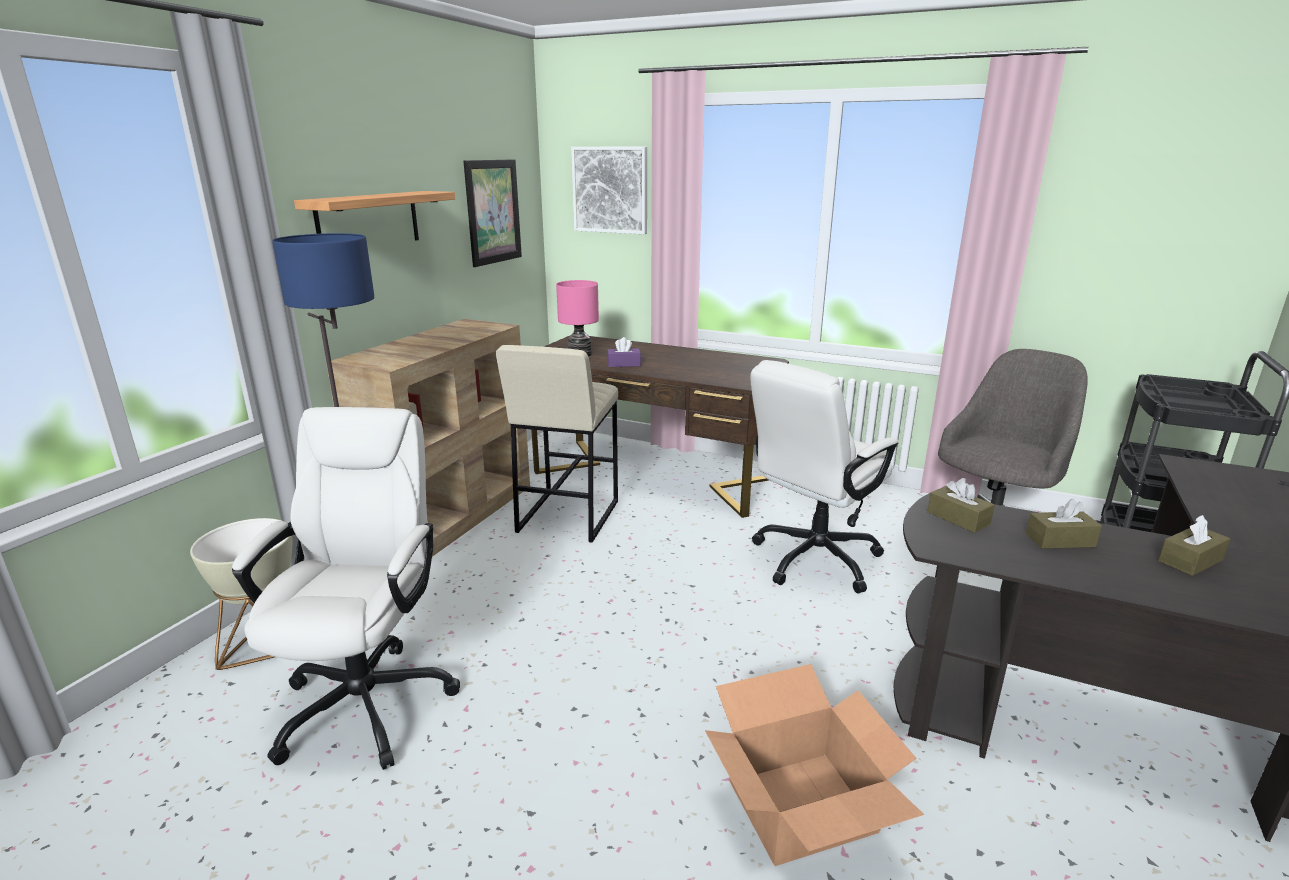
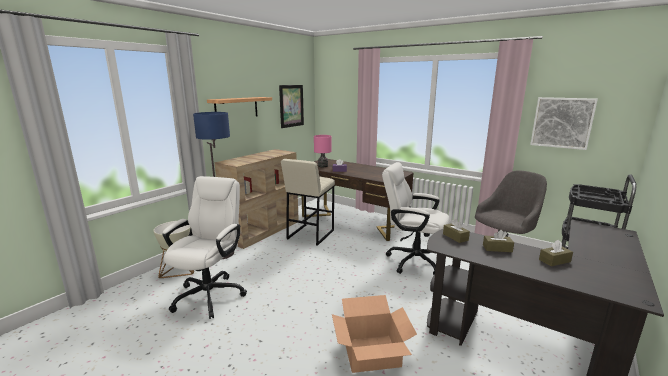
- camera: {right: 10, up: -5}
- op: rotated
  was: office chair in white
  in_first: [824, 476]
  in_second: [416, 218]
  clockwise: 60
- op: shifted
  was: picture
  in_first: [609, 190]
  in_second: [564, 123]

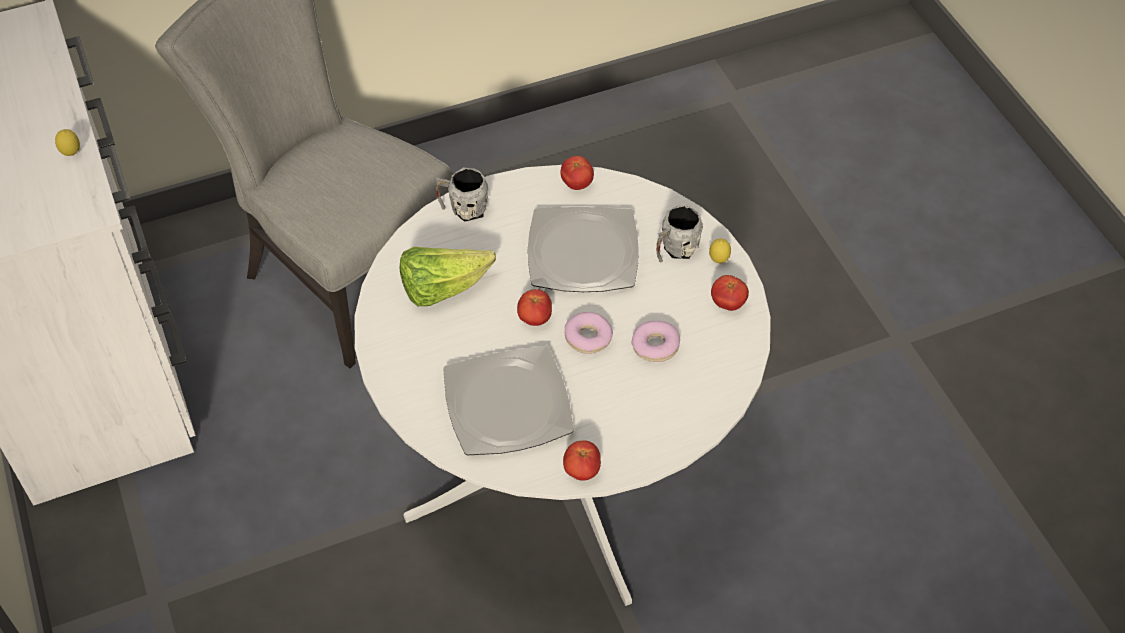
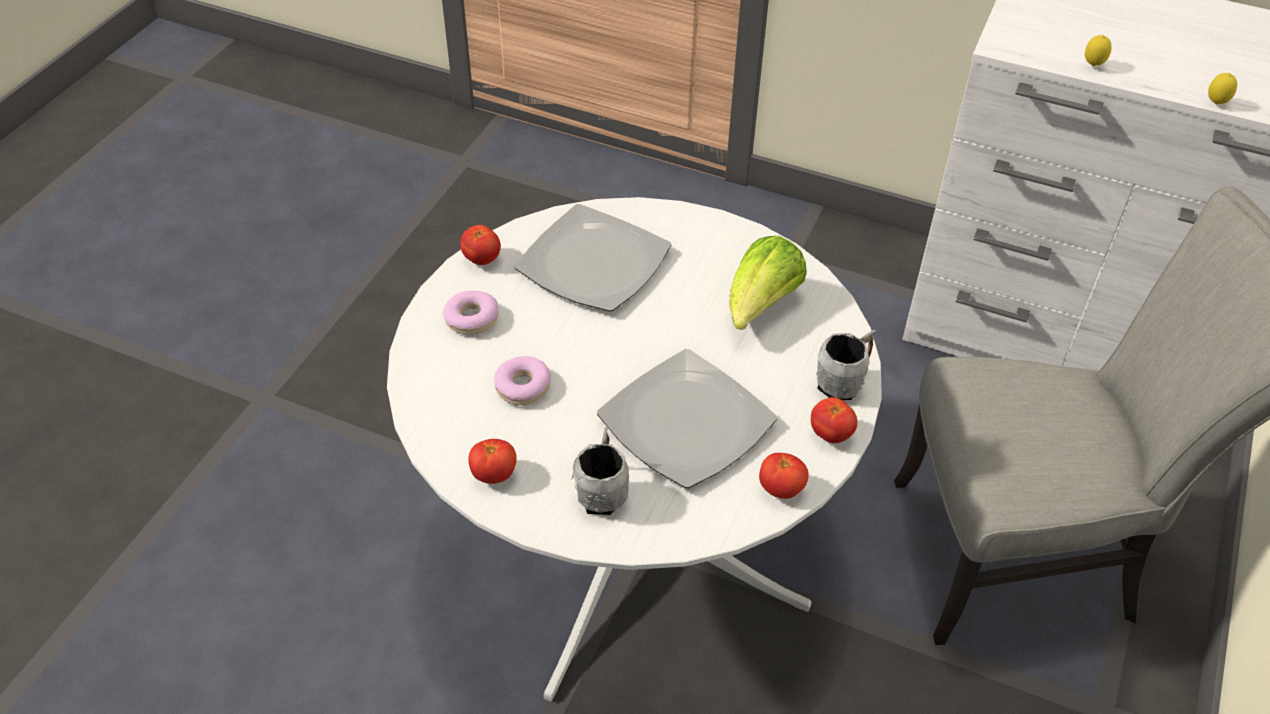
- camera: {right: 135, up: -5}
- op: shifted
  was: donut
  in_first: [589, 333]
  in_second: [471, 313]
- op: shifted
  was: tomato
  in_first: [534, 307]
  in_second: [834, 420]
- op: shifted
  was: lemon
  in_first: [720, 250]
  in_second: [1222, 88]

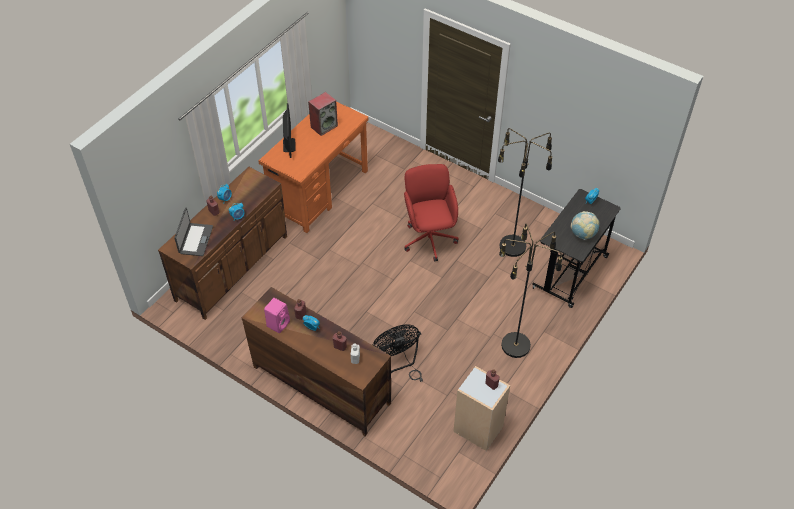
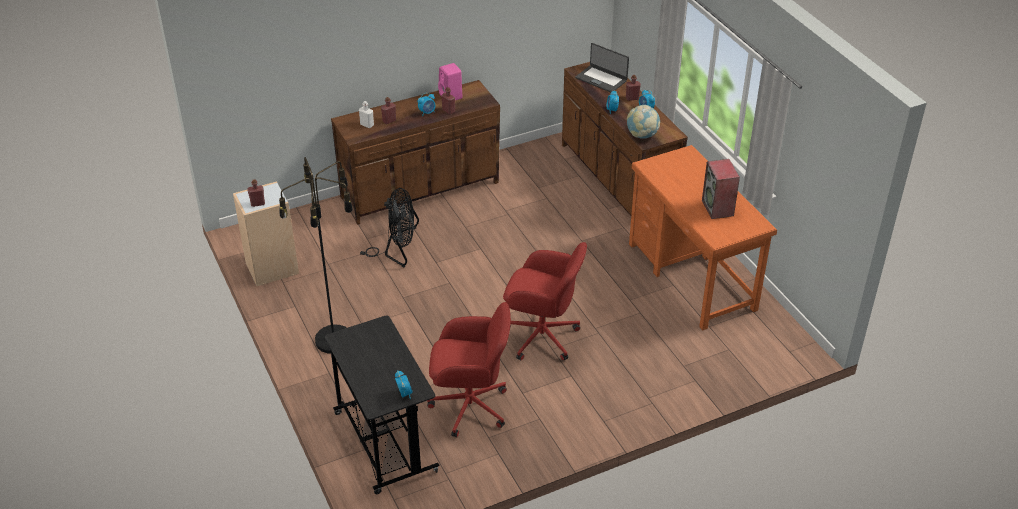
- camera: {right: 120, up: -10}
- op: swapped
  was: floor lamp
  now: office chair in red
  in_first: [525, 192]
  in_second: [469, 369]
- op: shifted
  was: globe
  in_first: [585, 225]
  in_second: [643, 122]
- op: gone
  was: monitor
  in_first: [289, 130]

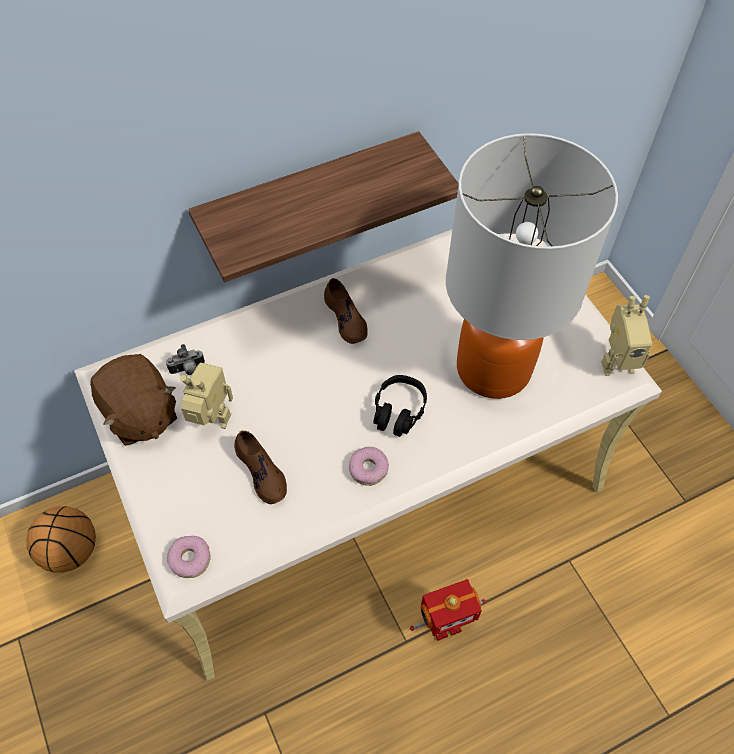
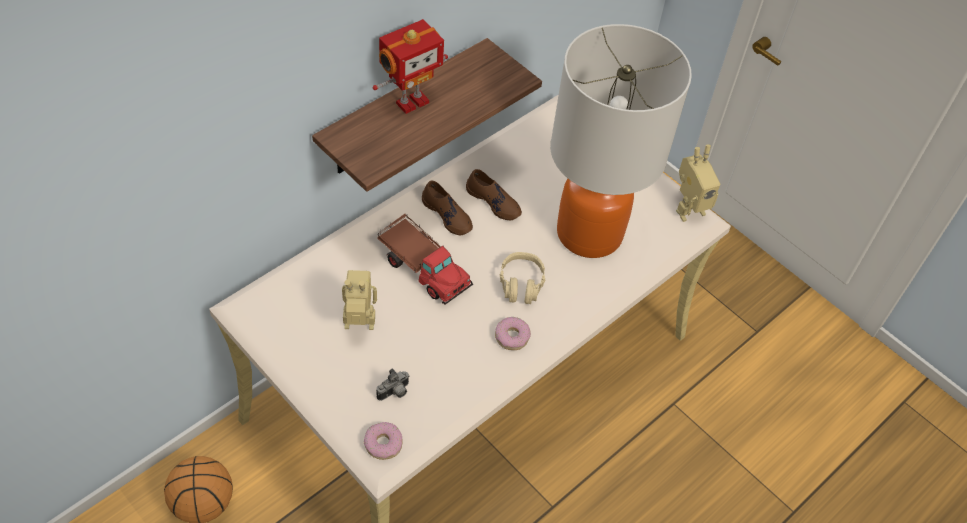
- camera: {right: -20, up: -5}
- op: shifted
  was: toy robot
  in_first: [448, 610]
  in_second: [410, 66]
- op: shifted
  was: photo camera
  in_first: [185, 359]
  in_second: [393, 385]
- op: new
  now: toy truck
  in_second: [425, 259]
- op: shifted
  was: shoe in brown
  in_first: [260, 467]
  in_second: [494, 194]
- op: repainted
  was: headphones in black
  now: headphones in beige
  in_first: [400, 406]
  in_second: [522, 278]
- op: gone
  was: plush toy in brown
  in_first: [133, 400]

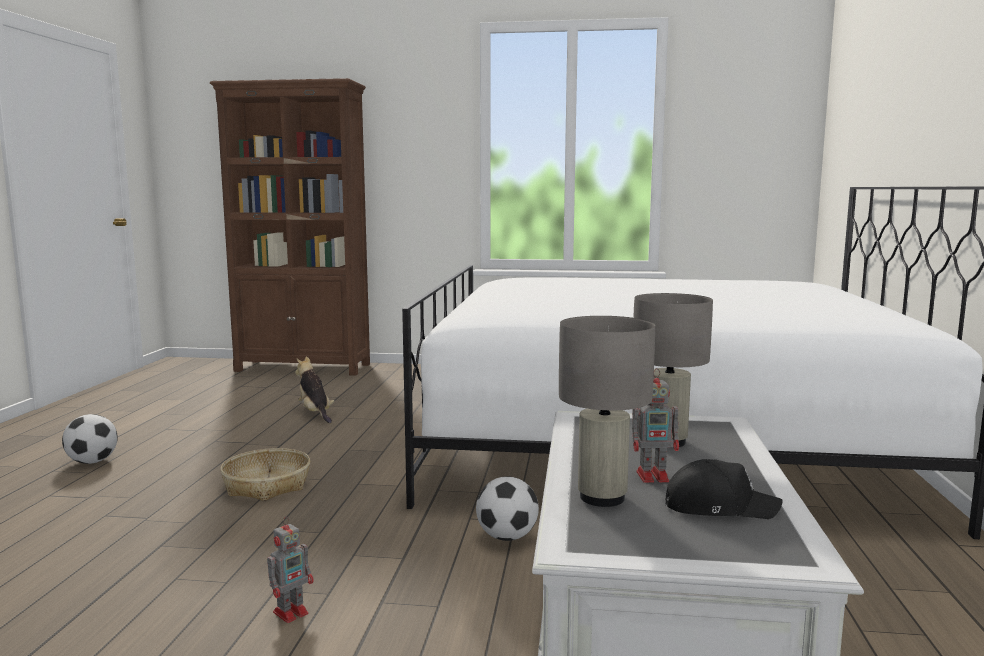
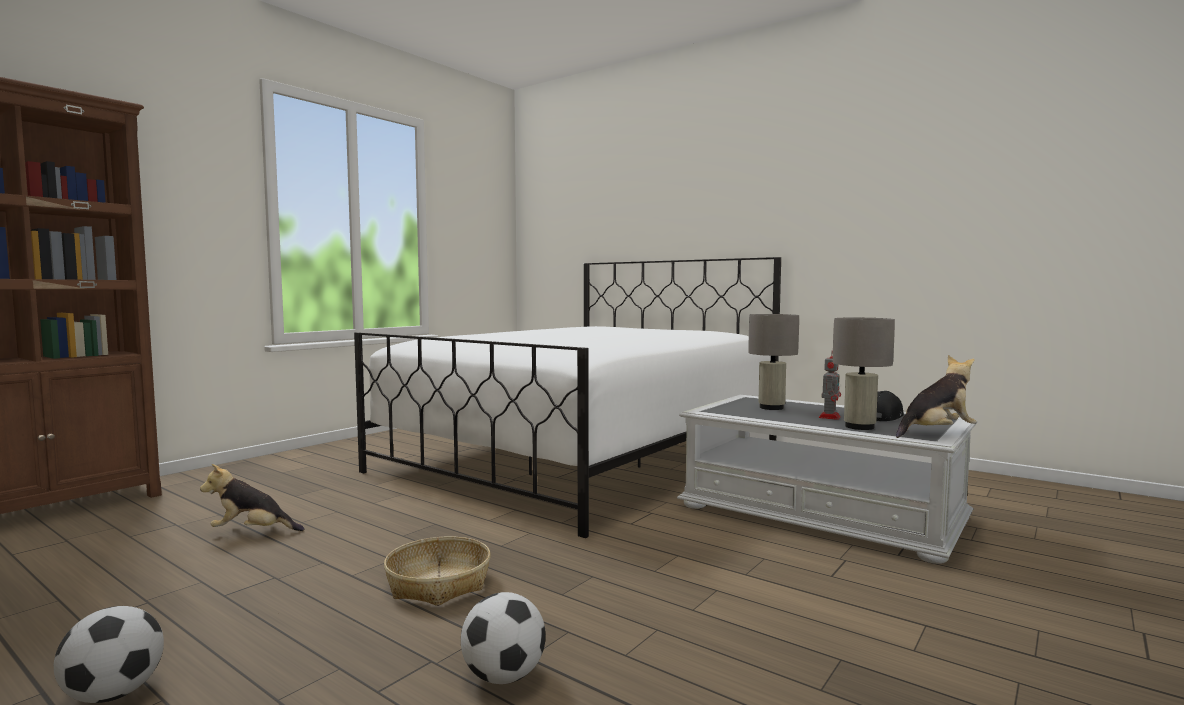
- camera: {right: -60, up: -5}
- op: shifted
  was: football
  in_first: [507, 508]
  in_second: [503, 638]
- op: new
  now: plush toy
  in_second: [936, 396]
- op: gone
  was: toy robot
  in_first: [290, 569]

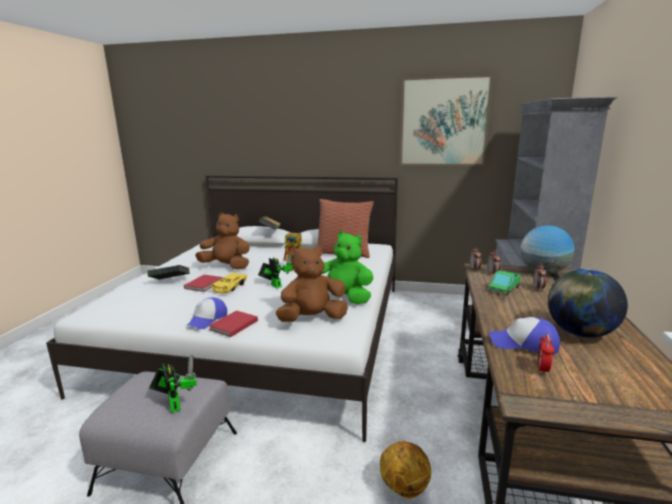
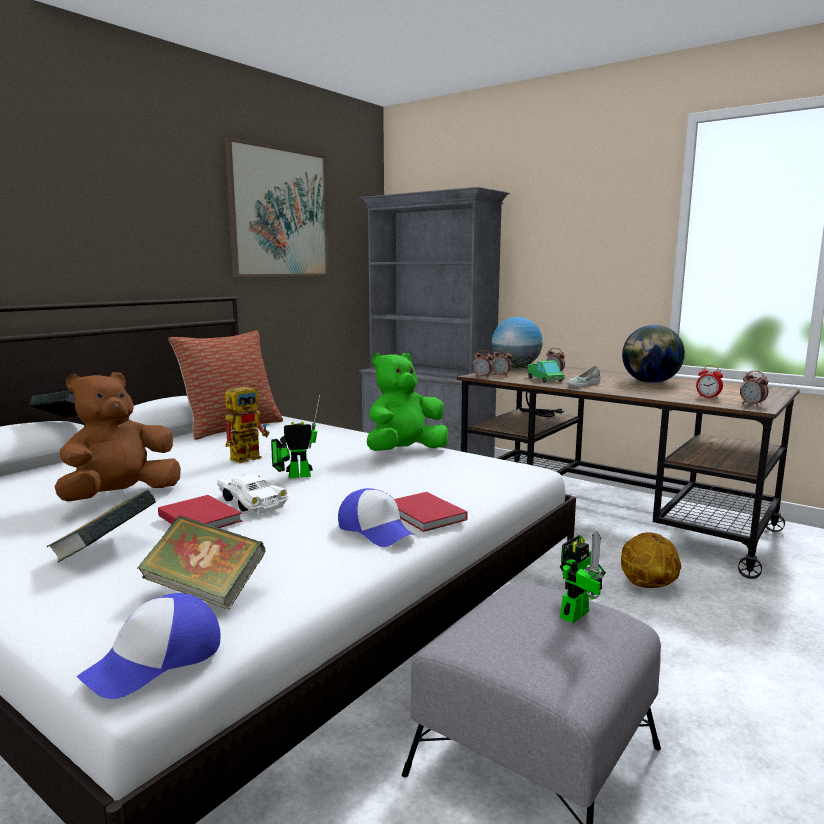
- camera: {right: -65, up: -5}
- op: shifted
  was: cap
  in_first: [524, 336]
  in_second: [149, 646]
- op: new
  now: book
  in_second: [201, 563]
- op: repainted
  was: toy car in yellow
  now: toy car in white
  in_first: [229, 283]
  in_second: [252, 493]
- op: rotated
  was: toy robot
  in_first: [172, 383]
  in_second: [583, 577]
  clockwise: 135
- op: new
  now: shoe in white
  in_second: [584, 376]
- op: new
  now: alarm clock
  in_second: [754, 389]
- op: gone
  was: plush toy in brown
  in_first: [311, 284]

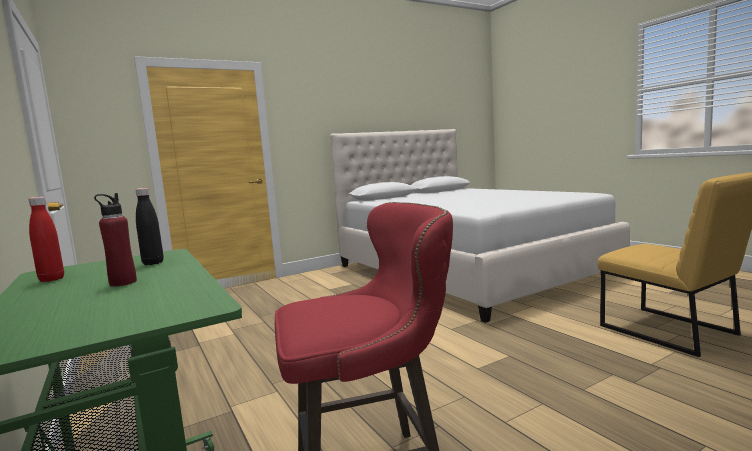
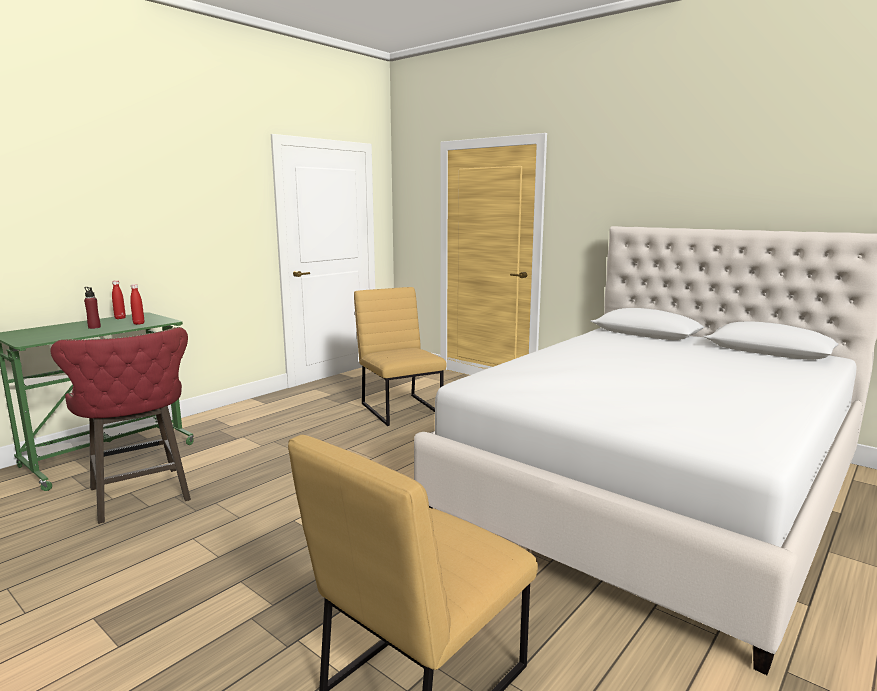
- camera: {right: 70, up: 5}
- op: repainted
  was: bottle in black
  now: bottle in red
  in_first: [149, 226]
  in_second: [137, 304]
- op: new
  now: chair in yellow
  in_second: [400, 356]

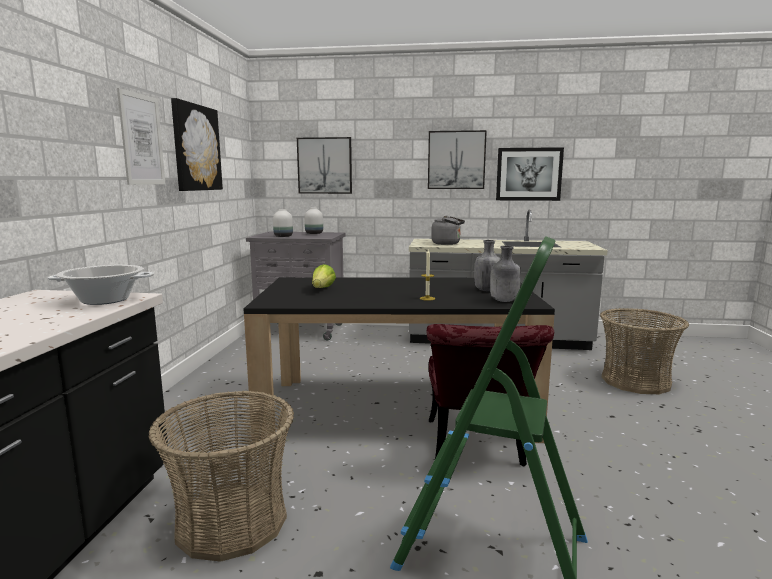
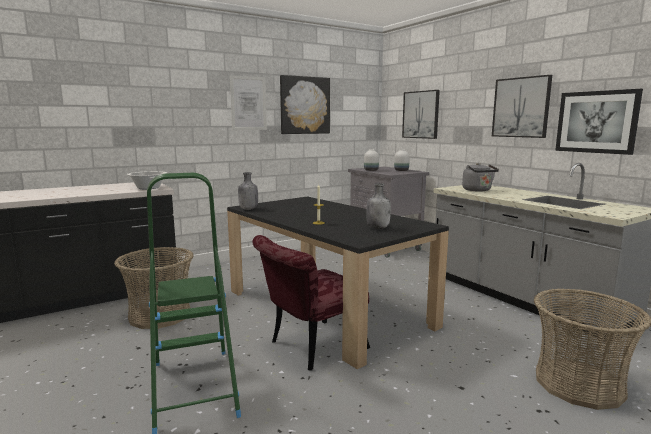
- camera: {right: 50, up: 0}
- op: shifted
  was: bottle in grey
  in_first: [505, 274]
  in_second: [248, 191]
- op: gone
  was: lettuce
  in_first: [324, 276]

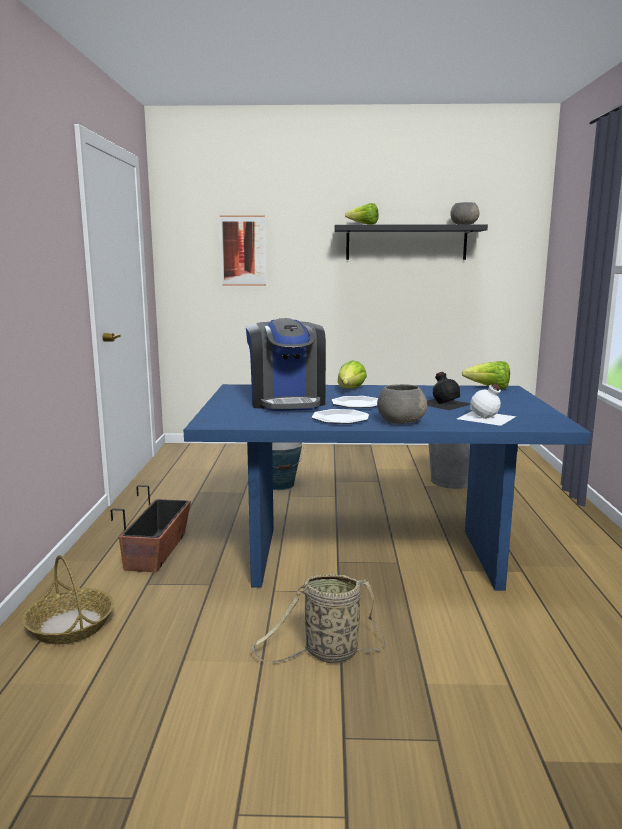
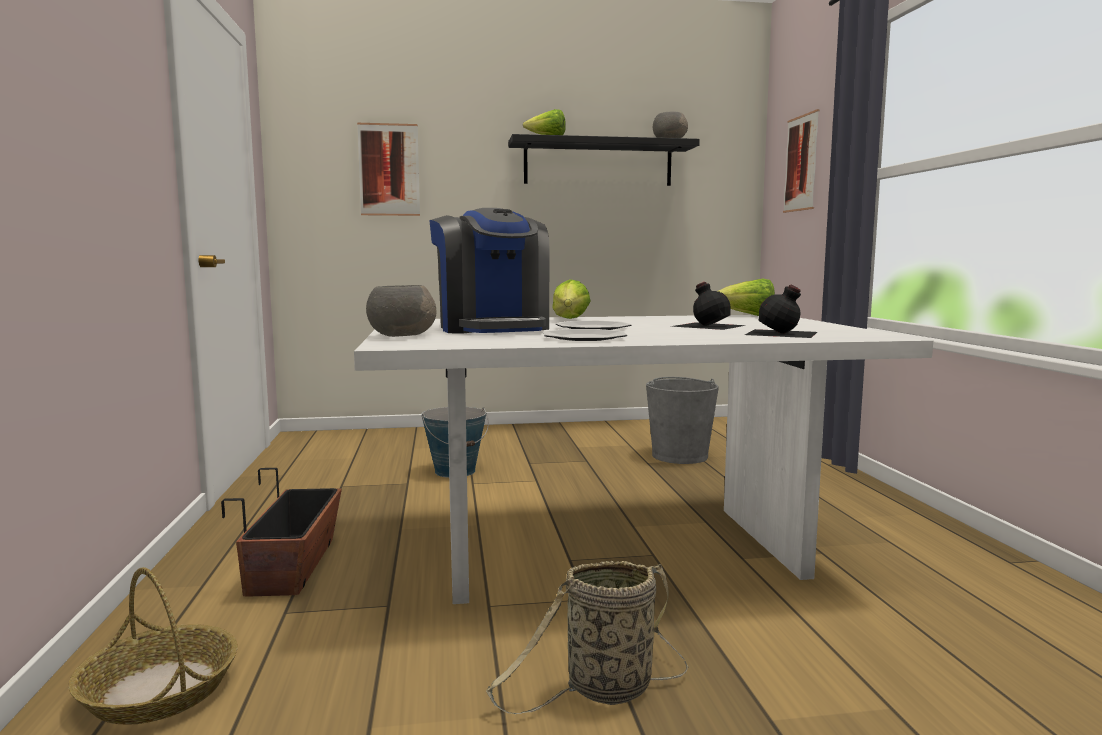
- camera: {right: -10, up: -5}
- op: repainted
  was: dining table in blue
  now: dining table in white
  in_first: [387, 487]
  in_second: [643, 459]
- op: shifted
  was: bowl in grey
  in_first: [402, 404]
  in_second: [401, 311]
- op: repainted
  was: bottle in white
  now: bottle in black
  in_first: [486, 405]
  in_second: [781, 311]
- op: new
  now: picture
  in_second: [801, 161]

